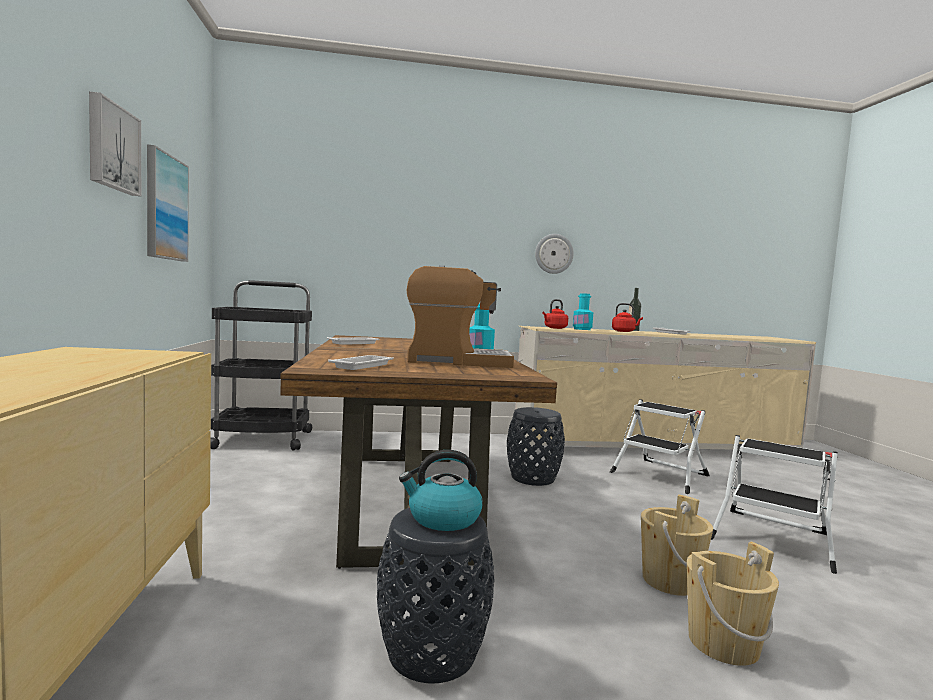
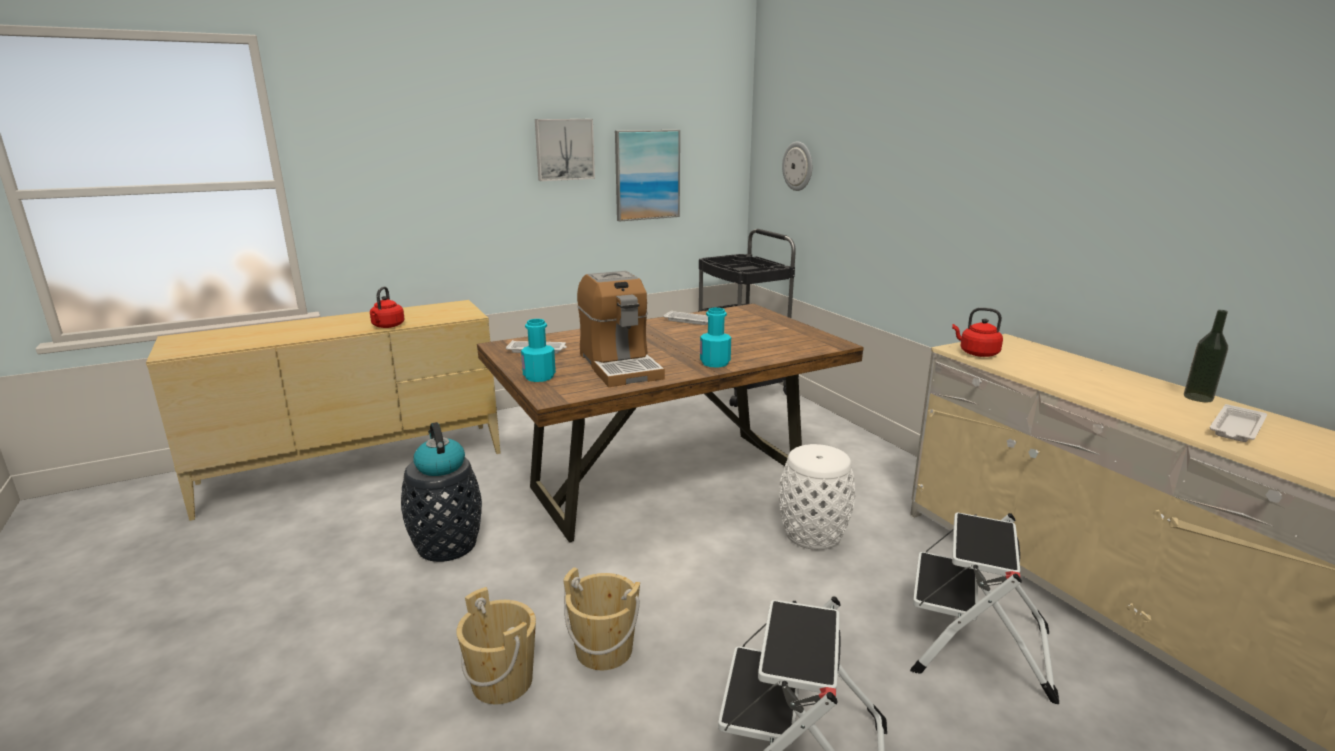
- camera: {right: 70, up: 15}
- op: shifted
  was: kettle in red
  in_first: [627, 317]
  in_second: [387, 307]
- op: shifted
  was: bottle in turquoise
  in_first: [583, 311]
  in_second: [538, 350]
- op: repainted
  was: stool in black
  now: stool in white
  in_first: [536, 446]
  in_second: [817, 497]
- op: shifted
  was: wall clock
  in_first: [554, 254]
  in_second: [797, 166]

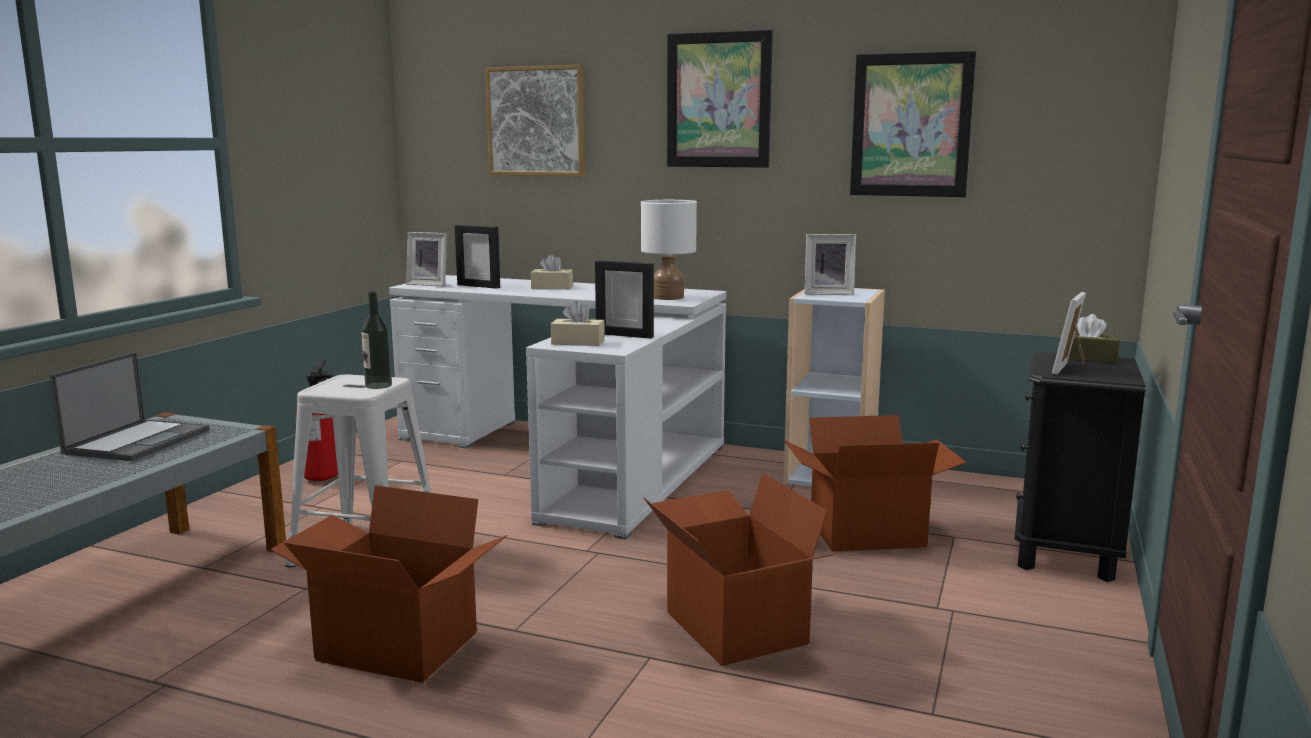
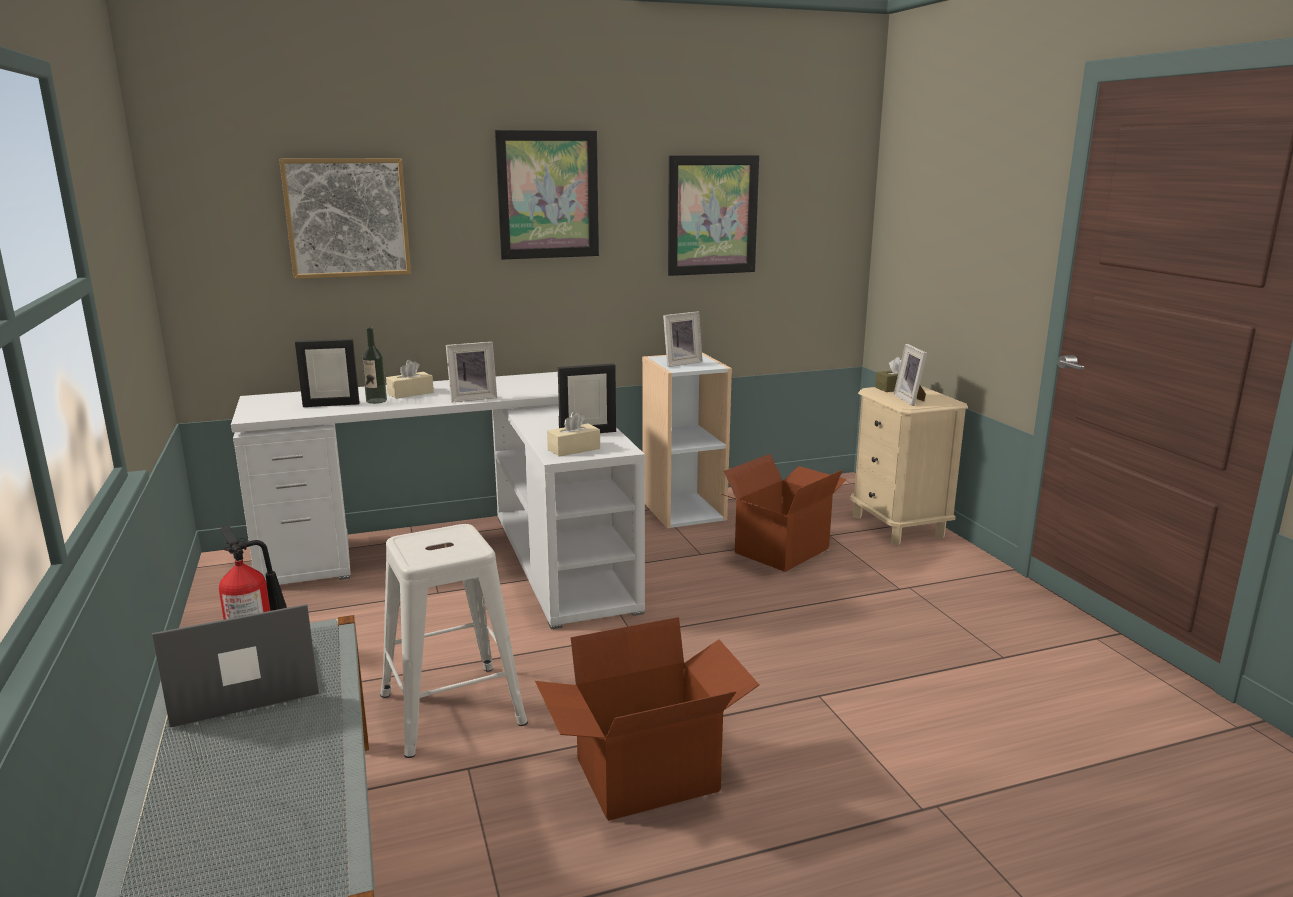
- camera: {right: -40, up: 5}
- op: rotated
  was: laptop
  in_first: [130, 406]
  in_second: [235, 665]
  clockwise: -90
- op: shifted
  was: bottle
  in_first: [376, 340]
  in_second: [374, 365]
- op: shifted
  was: picture frame
  in_first: [426, 259]
  in_second: [471, 372]
- op: repainted
  was: nightstand in black
  now: nightstand in beige
  in_first: [1080, 467]
  in_second: [909, 465]
- op: gone
  was: table lamp in white
  in_first: [669, 250]
- op: gone
  was: cardboard box
  in_first: [740, 569]

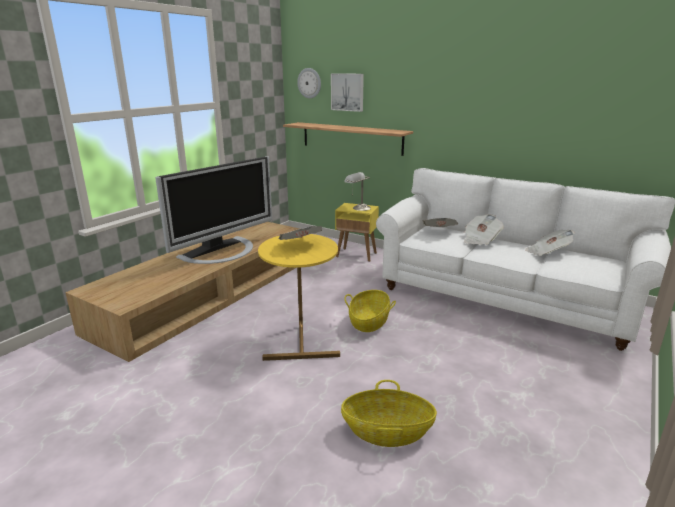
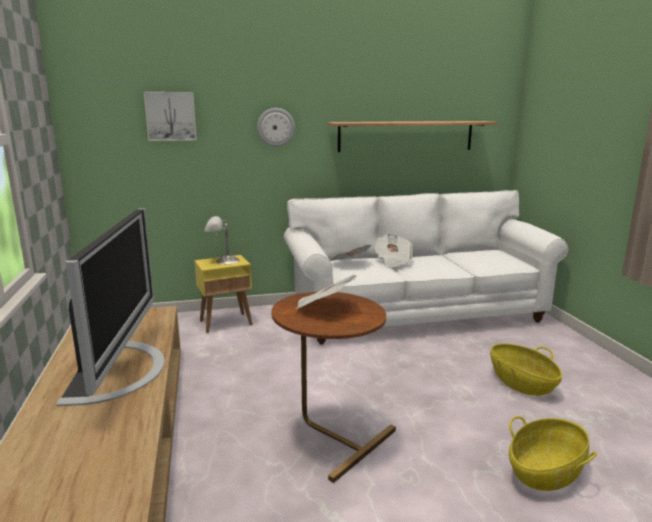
- camera: {right: -45, up: -5}
- op: shifted
  was: wall clock
  in_first: [309, 83]
  in_second: [276, 127]
- op: repainted
  was: side table in yellow
  now: side table in brown
  in_first: [299, 297]
  in_second: [333, 387]
- op: shifted
  was: shelf
  in_first: [348, 139]
  in_second: [412, 136]
- op: shifted
  was: basket
  in_first: [370, 311]
  in_second: [526, 370]
- op: gone
  was: newspaper
  in_first: [550, 243]

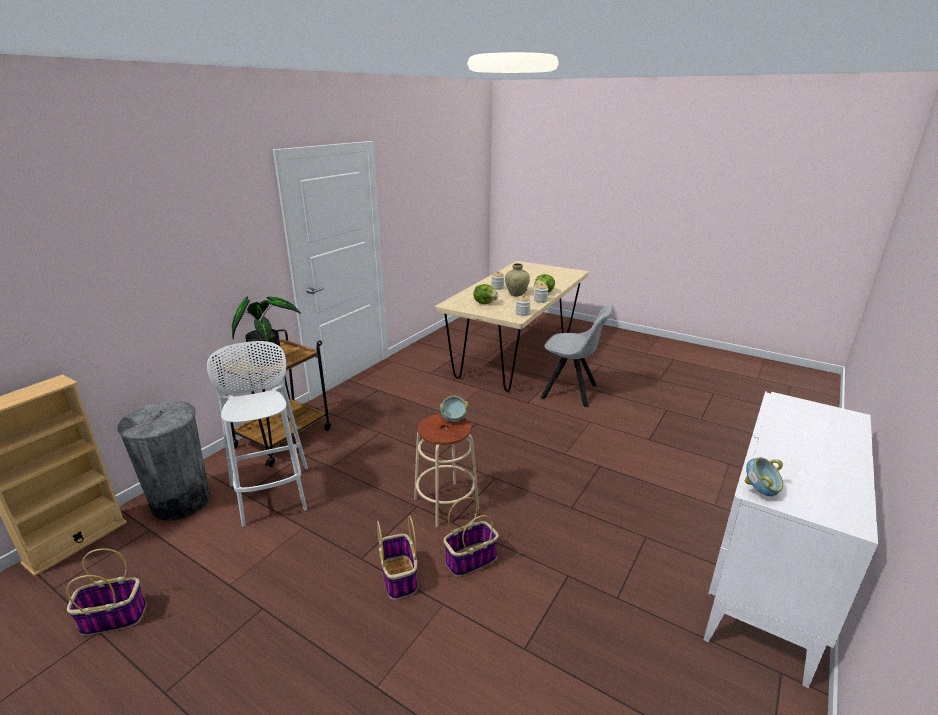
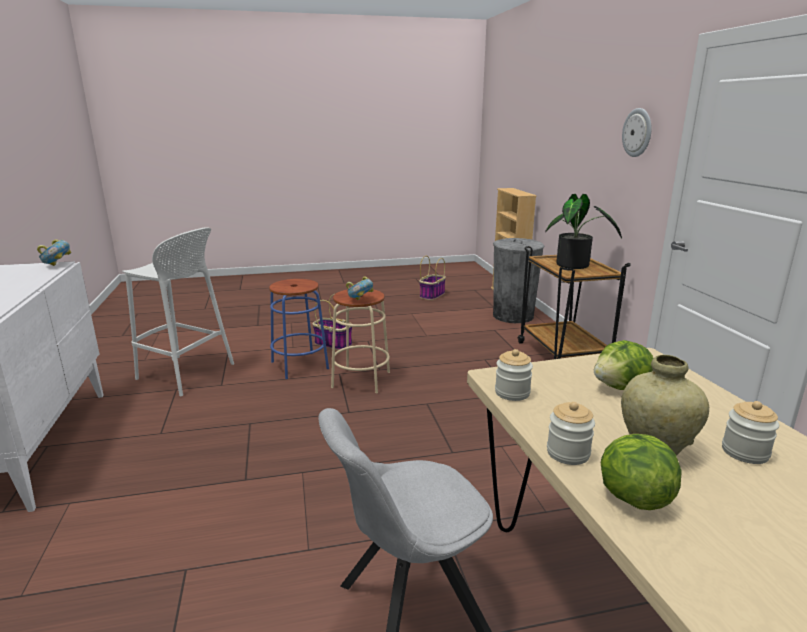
- camera: {right: 135, up: -5}
- op: shifted
  was: stool in white
  in_first: [257, 434]
  in_second: [178, 311]
- op: swapped
  was: basket
  now: stool in blue
  in_first: [471, 537]
  in_second: [299, 329]
- op: new
  now: wall clock
  in_second: [637, 132]

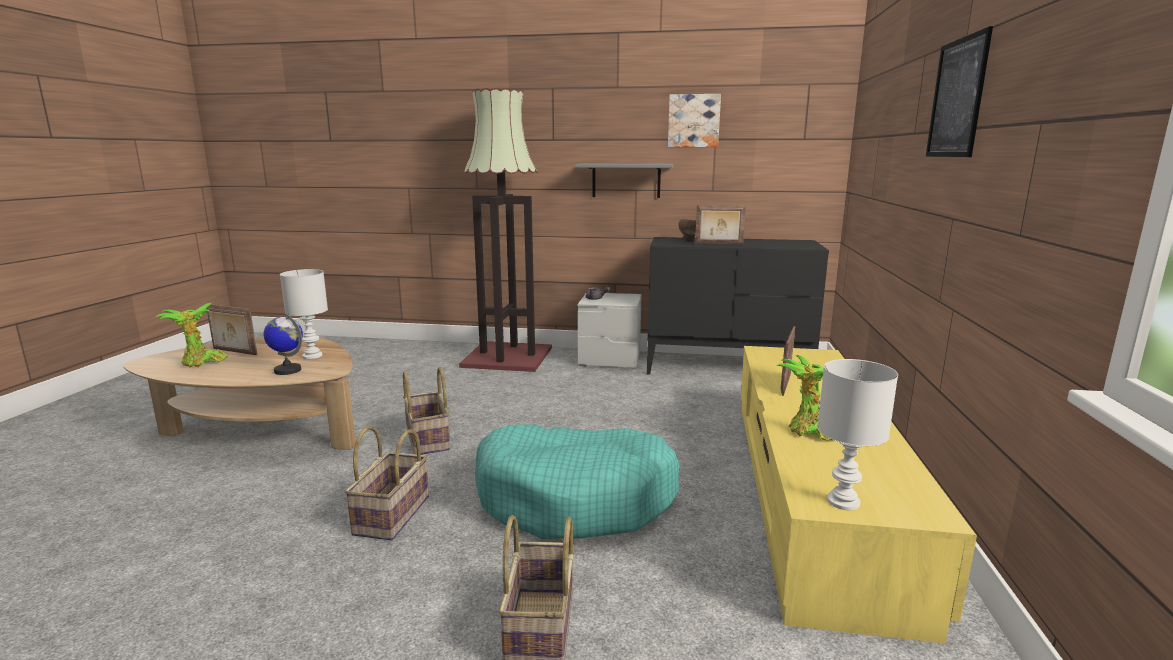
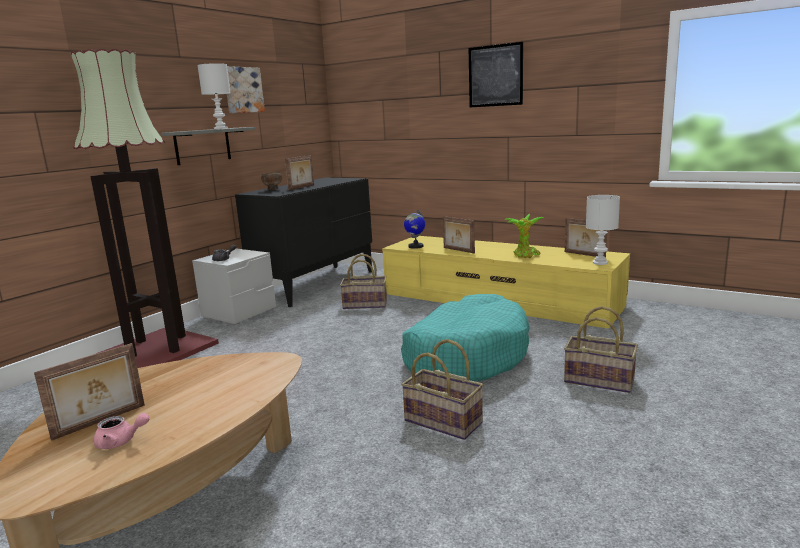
- camera: {right: -65, up: 0}
- op: swapped
  was: potted plant
  now: teapot in pink
  in_first: [192, 335]
  in_second: [121, 431]
- op: shifted
  was: table lamp in white
  in_first: [304, 314]
  in_second: [213, 96]
- op: shifted
  was: basket
  in_first: [426, 411]
  in_second: [363, 281]
- op: shifted
  was: globe
  in_first: [283, 344]
  in_second: [414, 229]
- op: new
  now: picture frame
  in_second: [586, 237]

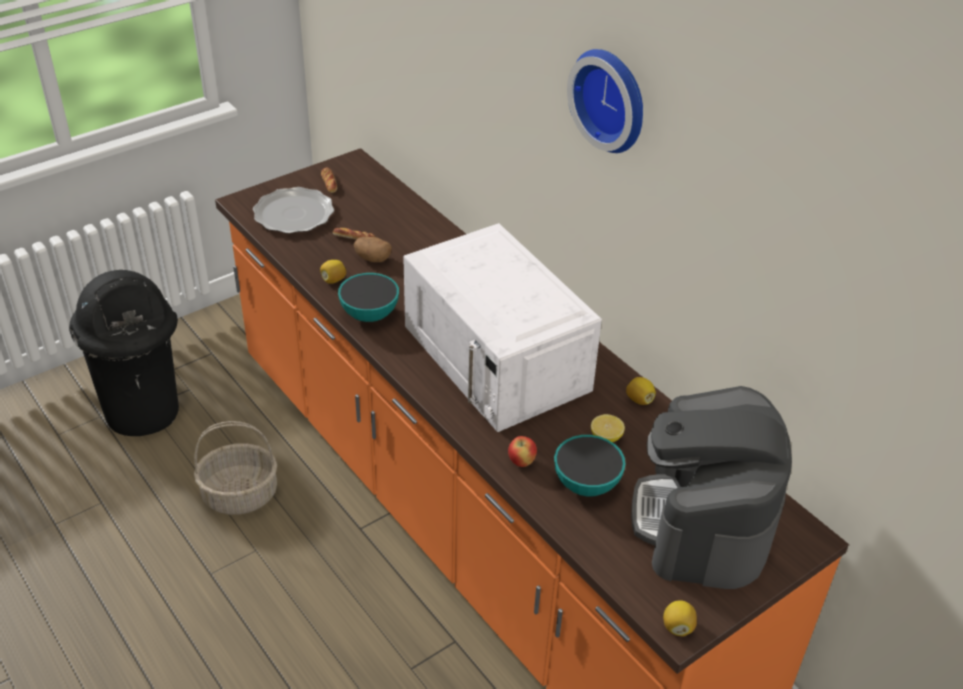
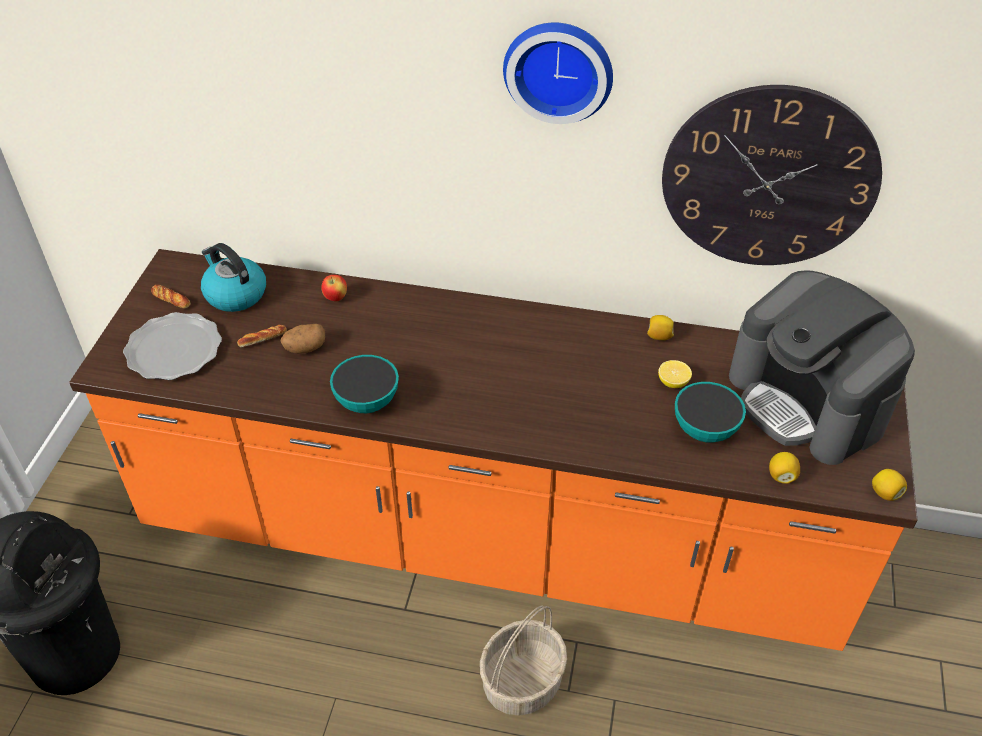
- camera: {right: -40, up: 5}
- op: new
  now: kettle
  in_second: [233, 277]
- op: shifted
  was: apple
  in_first: [522, 451]
  in_second: [334, 288]
- op: shifted
  was: basket
  in_first: [235, 468]
  in_second: [523, 660]
- op: new
  now: wall clock
  in_second: [772, 175]
- op: shifted
  was: lemon
  in_first: [333, 272]
  in_second: [784, 468]
- op: gone
  was: microwave in white
  in_first: [502, 327]

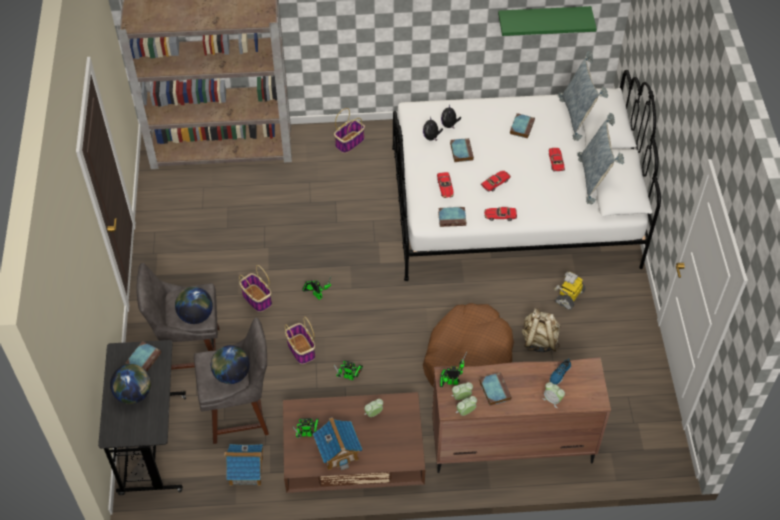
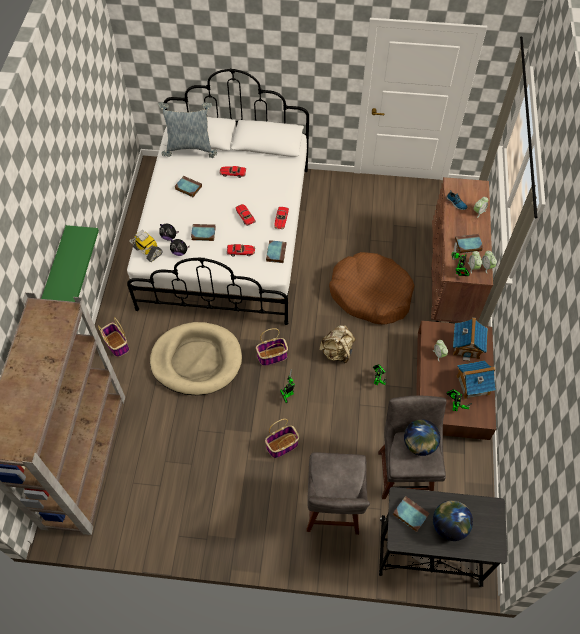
- camera: {right: -80, up: 5}
- op: shifted
  was: shelf in green
  in_first: [547, 21]
  in_second: [70, 263]
- op: shifted
  was: toy robot
  in_first: [570, 291]
  in_second: [146, 246]
- op: new
  now: dog bed in beige
  in_second: [196, 358]
- op: shifted
  was: basket
  in_first: [300, 340]
  in_second: [272, 347]
- op: shifted
  was: backpack in beige
  in_first: [541, 330]
  in_second: [337, 344]
- op: shifted
  was: toy house
  in_first: [243, 465]
  in_second: [470, 339]
- op: gone
  was: globe
  in_first: [194, 305]
- op: gone
  was: pillow
  in_first: [600, 159]

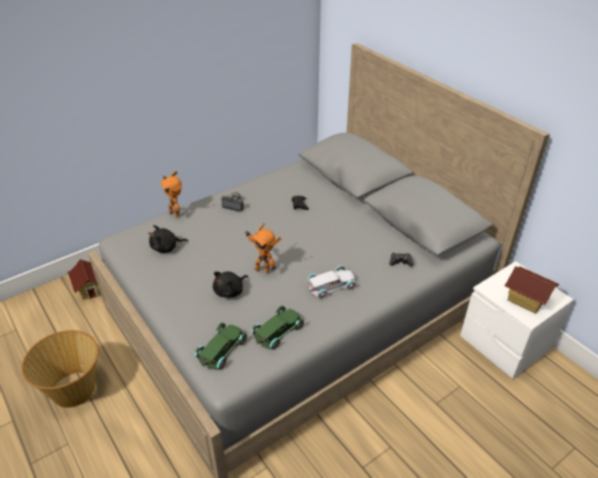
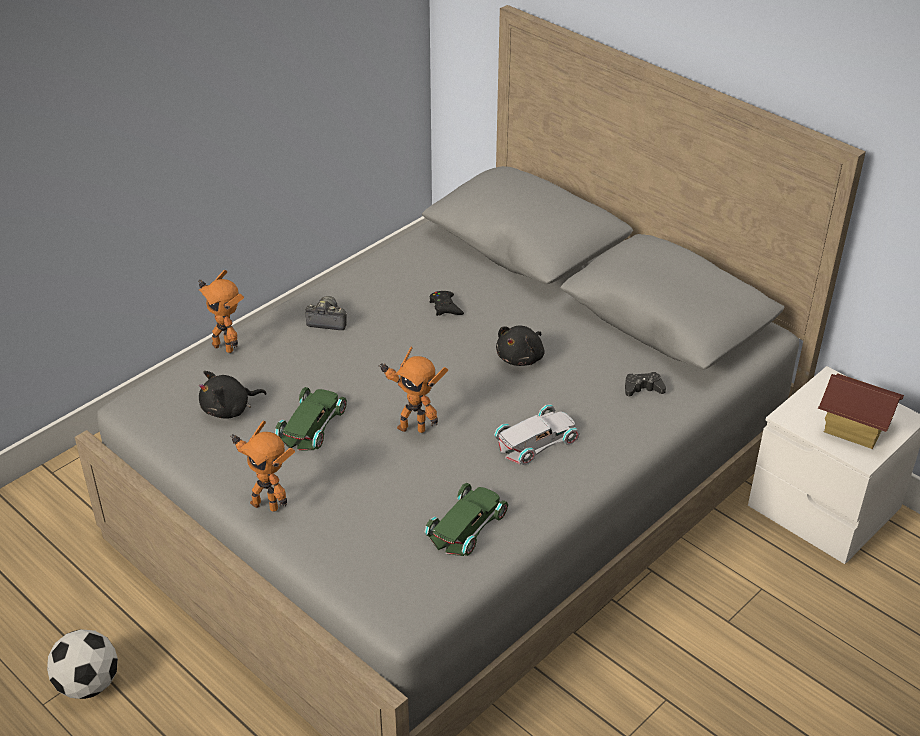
- camera: {right: -10, up: 0}
- op: swapped
  was: basket
  now: football
  in_first: [60, 369]
  in_second: [82, 664]
- op: new
  now: toy robot
  in_second: [262, 466]
- op: shifted
  was: toy car in green
  in_first: [221, 346]
  in_second: [311, 419]
- op: shifted
  was: plush toy in black
  in_first: [230, 284]
  in_second: [520, 346]
- op: gone
  was: toy house
  in_first: [84, 280]

